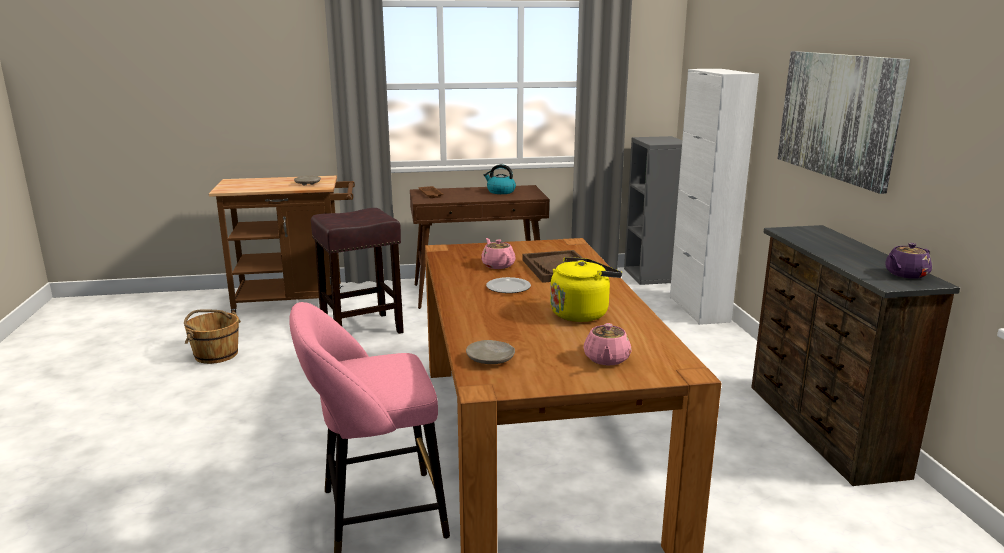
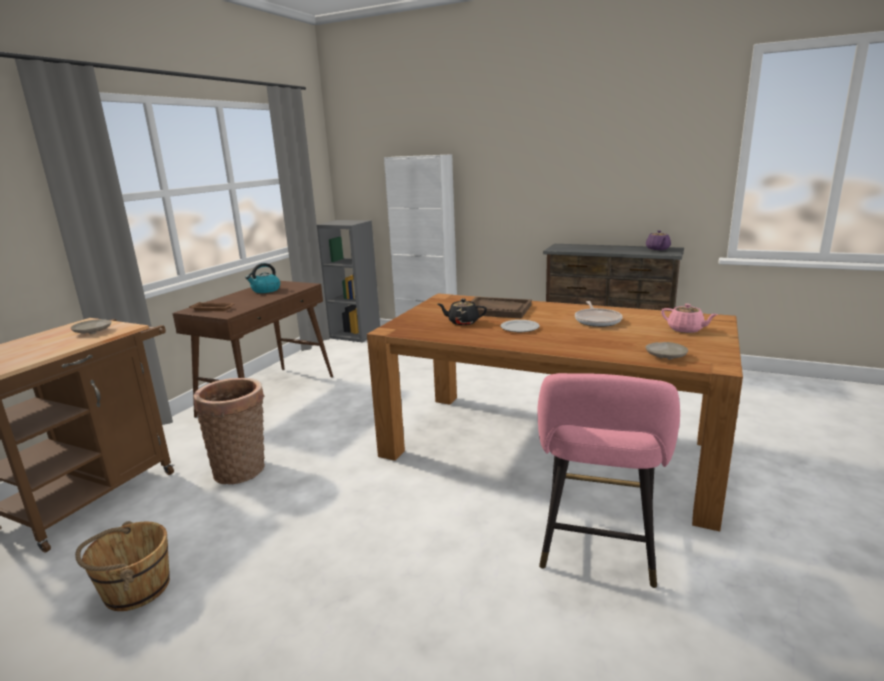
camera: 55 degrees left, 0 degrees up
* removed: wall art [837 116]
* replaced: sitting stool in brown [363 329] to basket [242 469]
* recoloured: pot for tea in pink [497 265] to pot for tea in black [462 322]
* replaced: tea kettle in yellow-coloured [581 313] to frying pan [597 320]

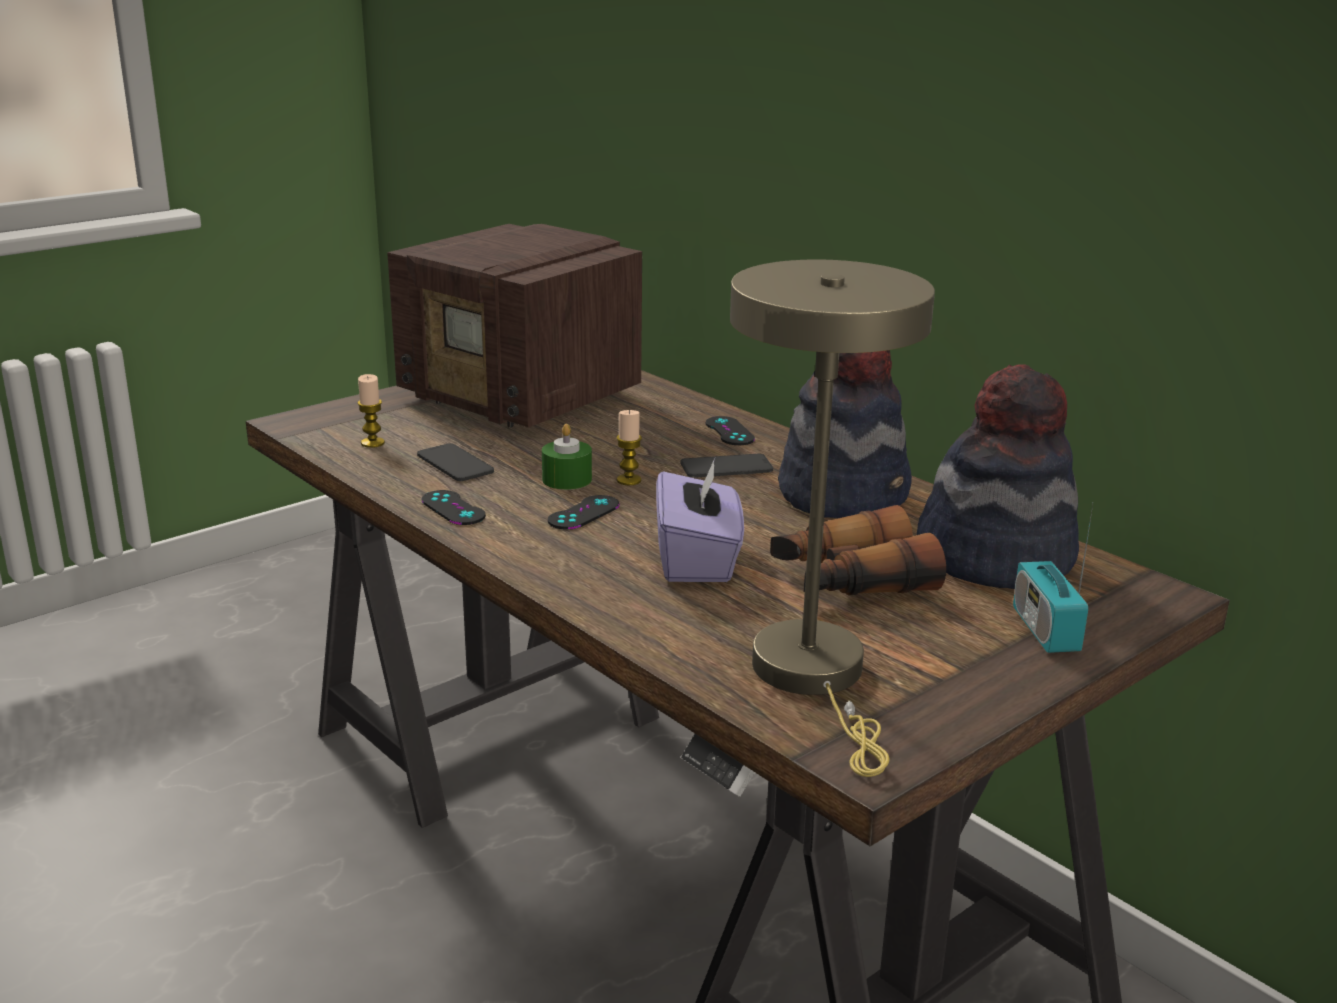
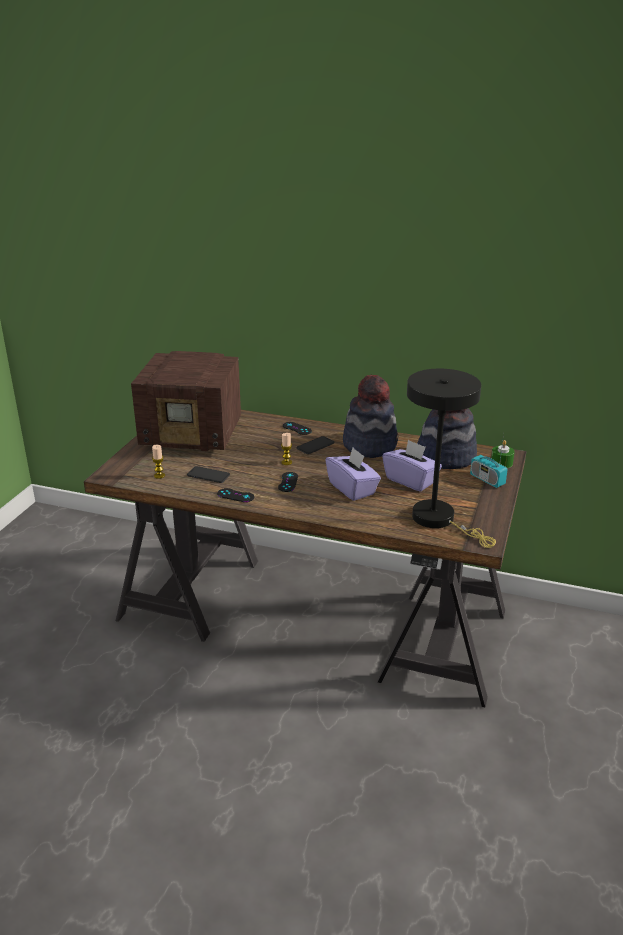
camera: 30 degrees left, 5 degrees up
* recoloured: tabletop lamp in beige [816 677] to tabletop lamp in black [440 520]
* moved: candle in green [567 479] to [501 463]
* replaced: field glasses [850 580] to box of tissues in purple-coloured [411 480]

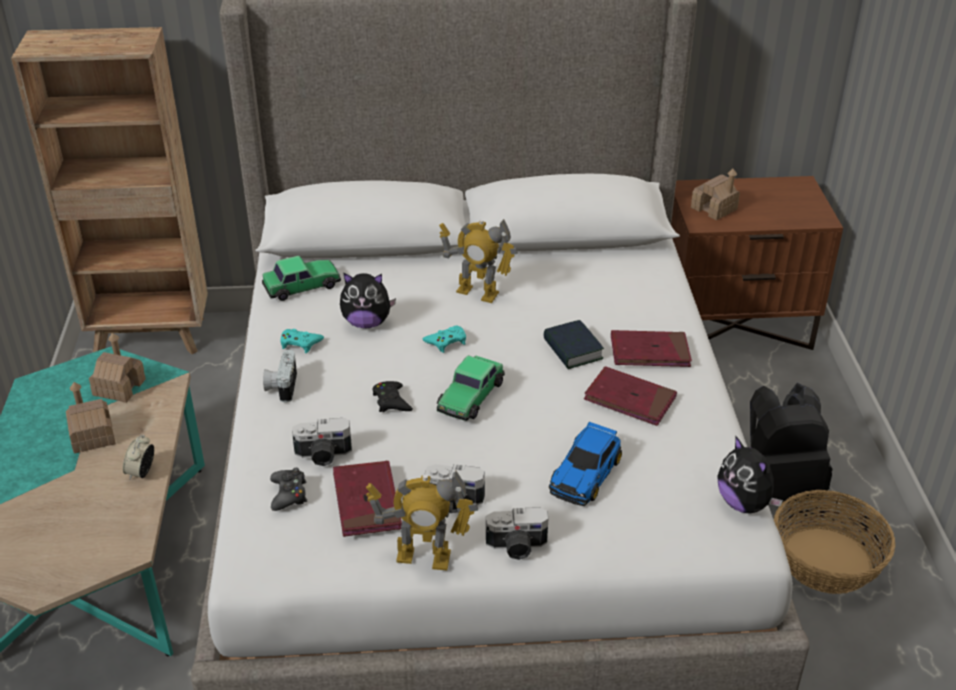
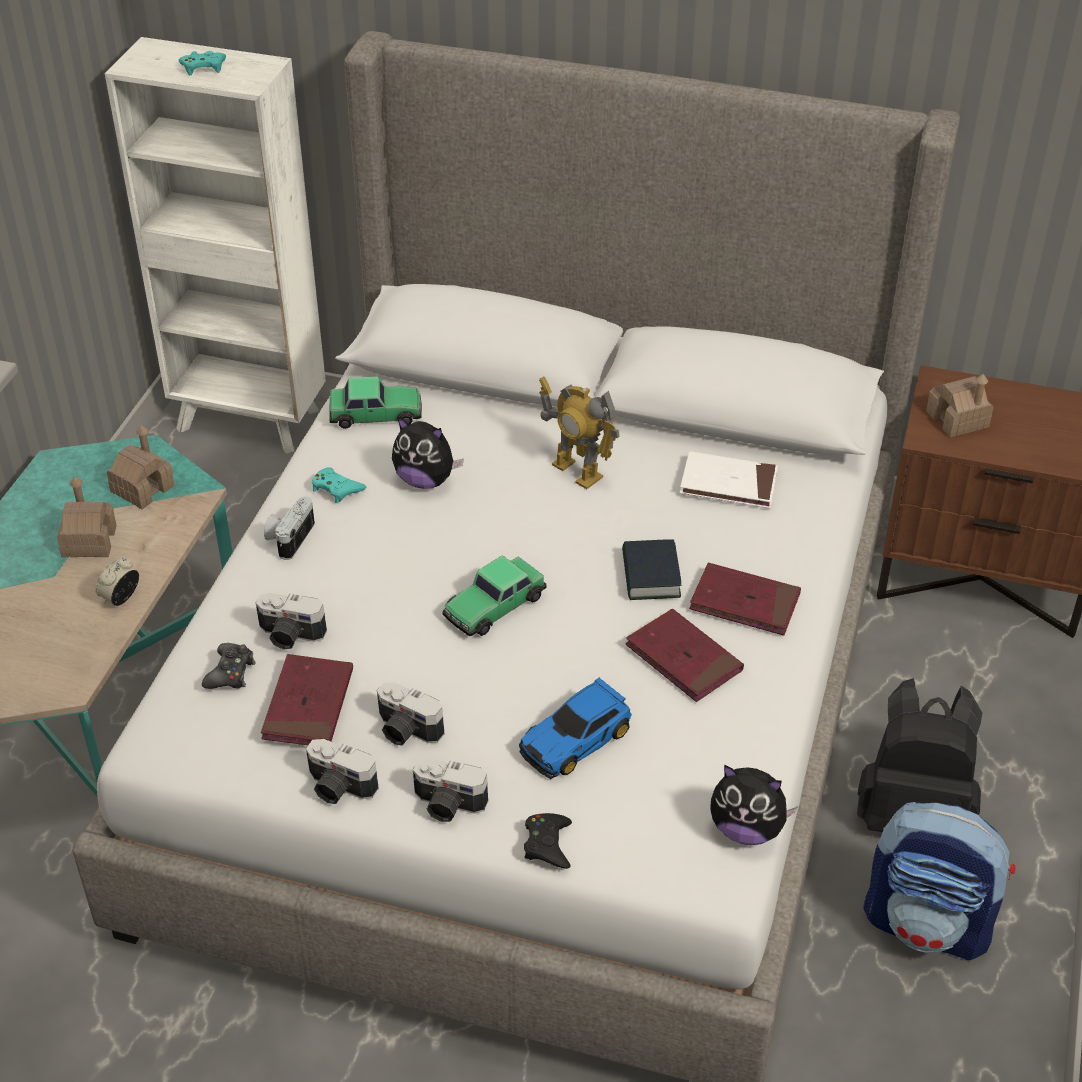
camera: 20 degrees right, 5 degrees up
* recoloured: bookshelf in brown [152 337] to bookshelf in white [251 420]
* moved: joypad in turquoise [446 341] to [203 67]
* moved: joypad in black [391 401] to [547 844]
* turned: plush toy [744 503] = [747 829] 60 degrees counterclockwise
* replaced: toy robot [423 557] to still camera [338 788]
* replaced: basket [826 560] to rucksack [928 924]
* added: bound book in white [728 484]

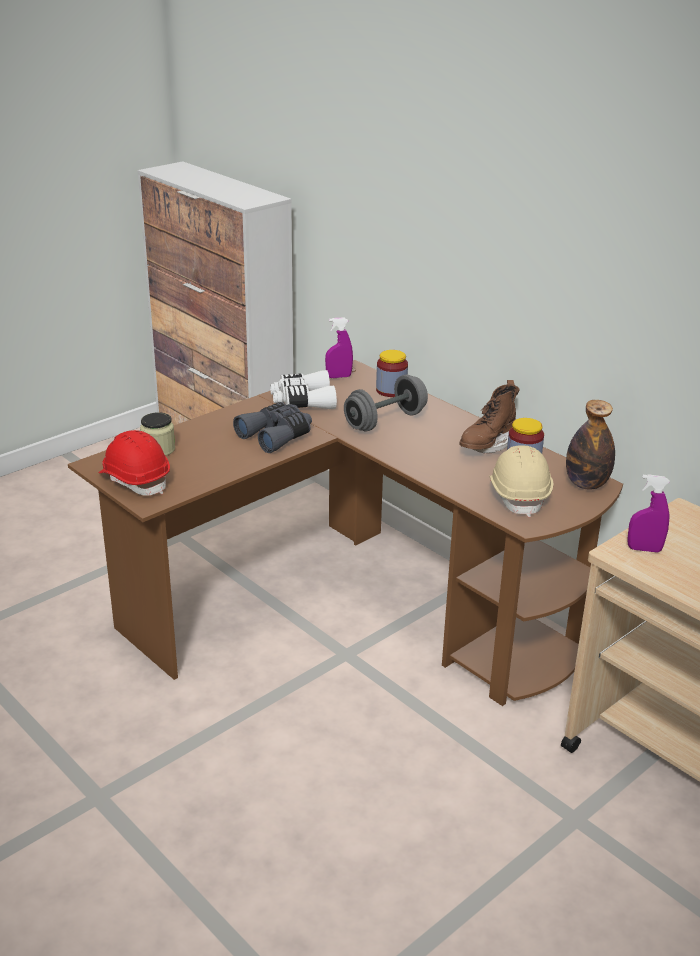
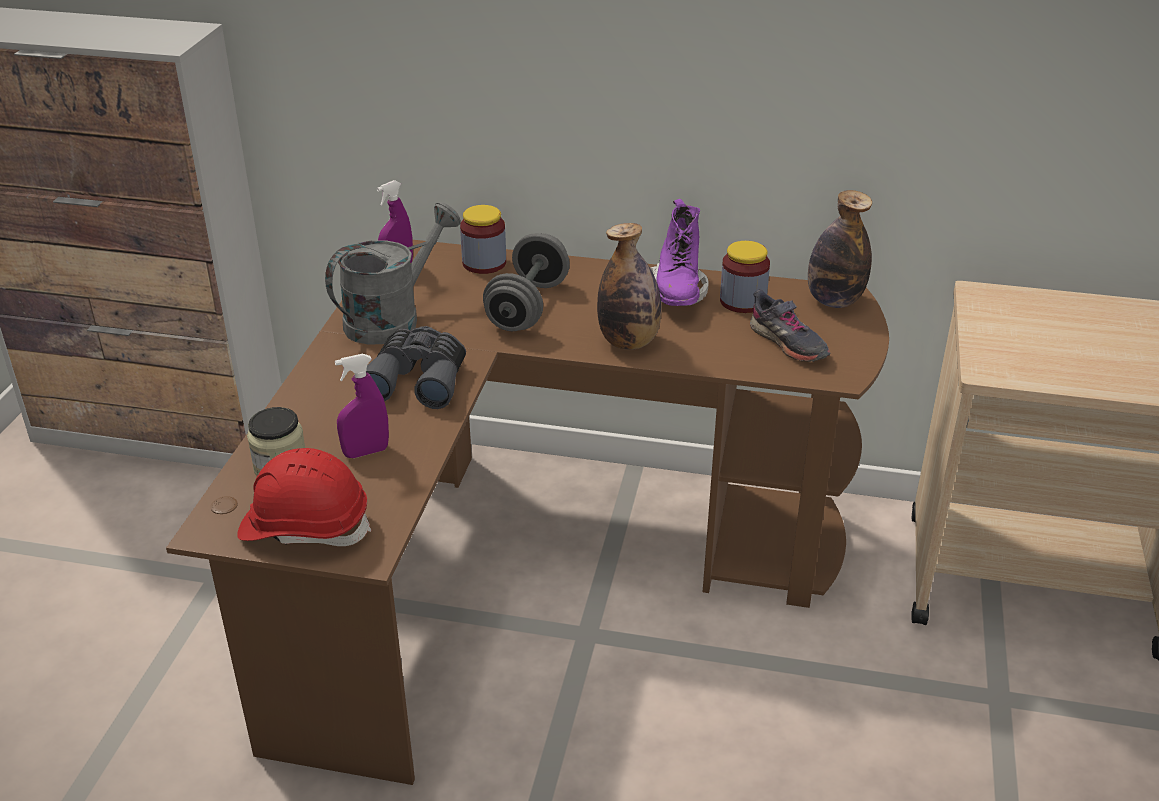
camera: 35 degrees left, 5 degrees up
* replaced: field glasses in white [302 401] to sprinkling can in gray [392 318]
* recoloured: tall boot in brown [487 445] to tall boot in purple-coloured [678 293]
* replaced: safety helmet in beige [519 495] to item of footwear in gray [787 343]
* moved: sprayer in purple-coloured [644 549] to [366 452]
* added: beverage bottle [629 342]

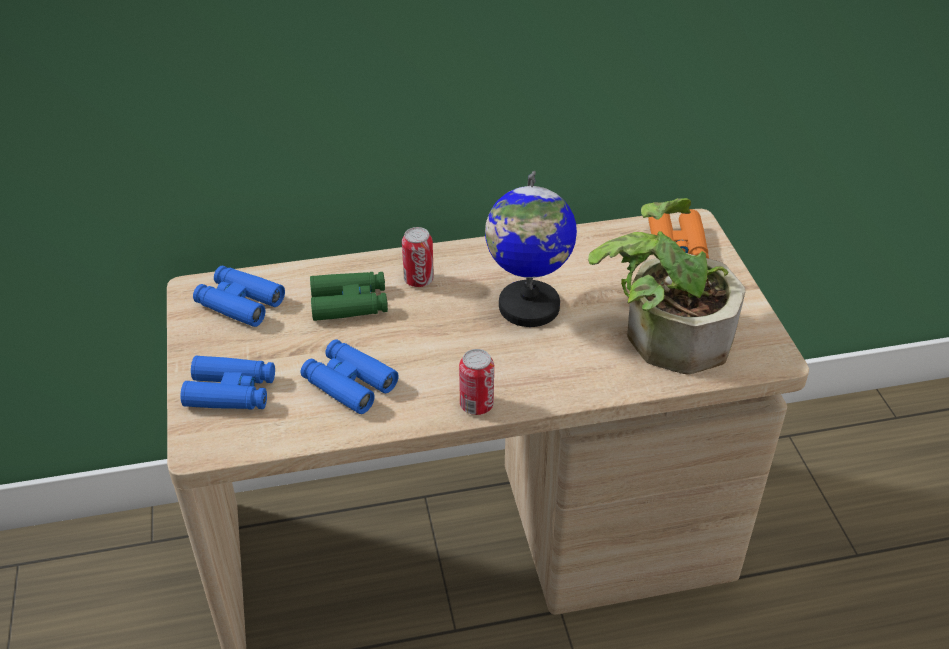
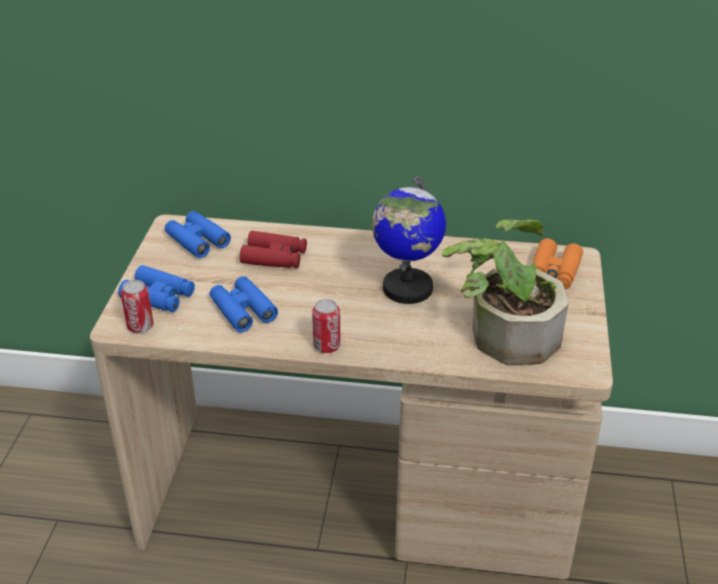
camera: 20 degrees right, 5 degrees down
* moved: sealed can [418 280] to [140 327]
* recoloured: field glasses in green [349 303] to field glasses in red-coloured [274 257]

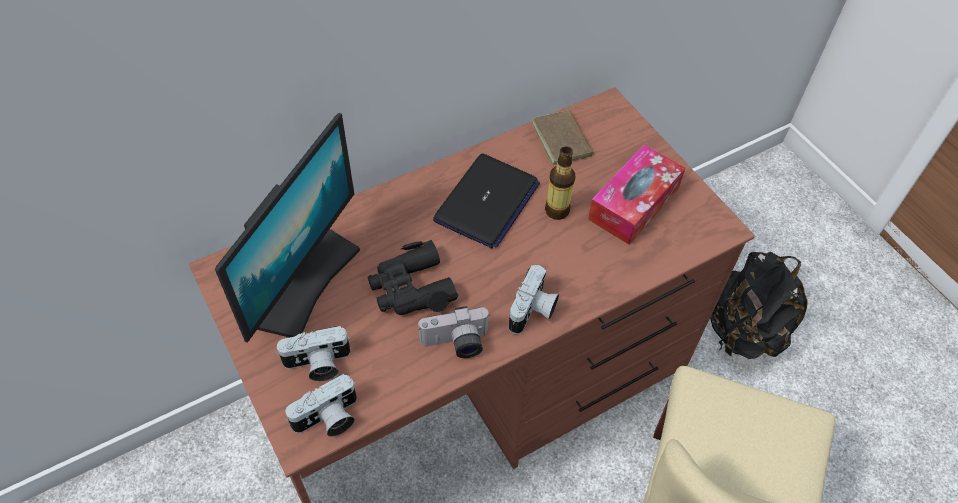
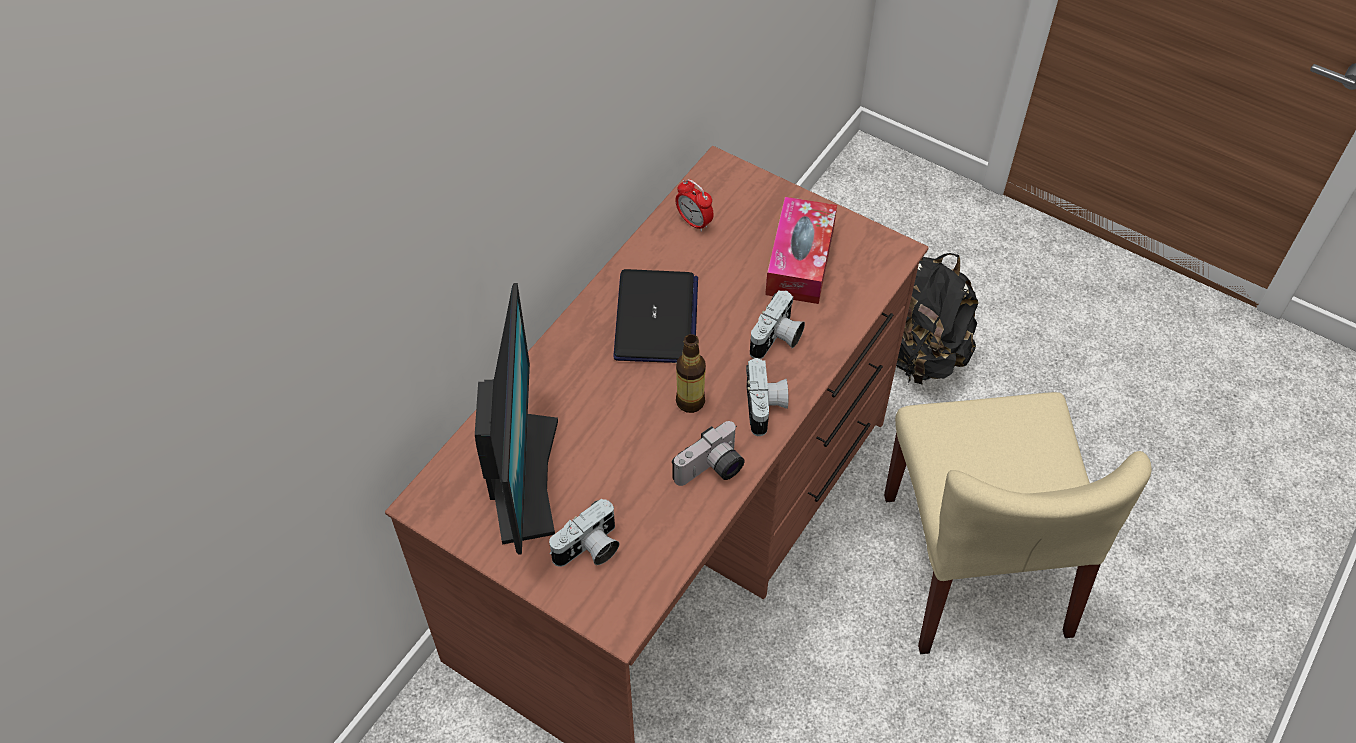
camera: 25 degrees left, 0 degrees up
* replaced: bound book in brown [564 139] to alarm clock [694 222]
* moved: beverage bottle [557 210] to [690 401]
* removed: field glasses in black [411 288]
* moved: still camera [328 419] to [777 339]

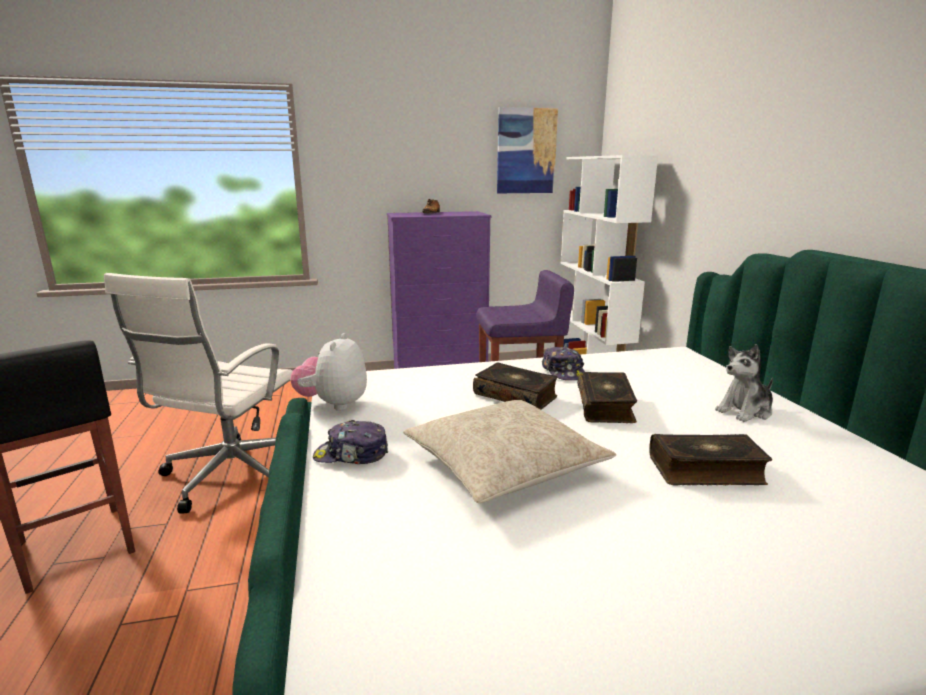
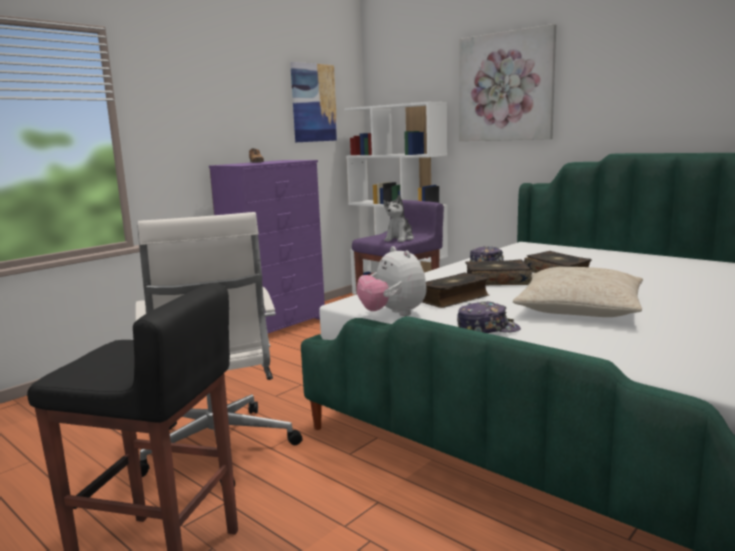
camera: 35 degrees left, 5 degrees down
* moved: plush toy [745 411] to [399 239]
* turned: baseball cap [351 455] = [487 329] 150 degrees counterclockwise
* moved: bound book [706 470] to [453 298]
* added: wall art [505 87]

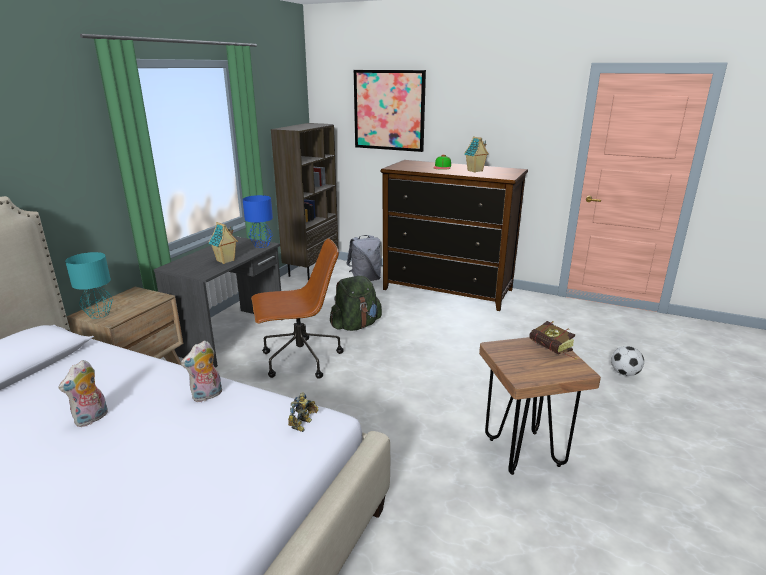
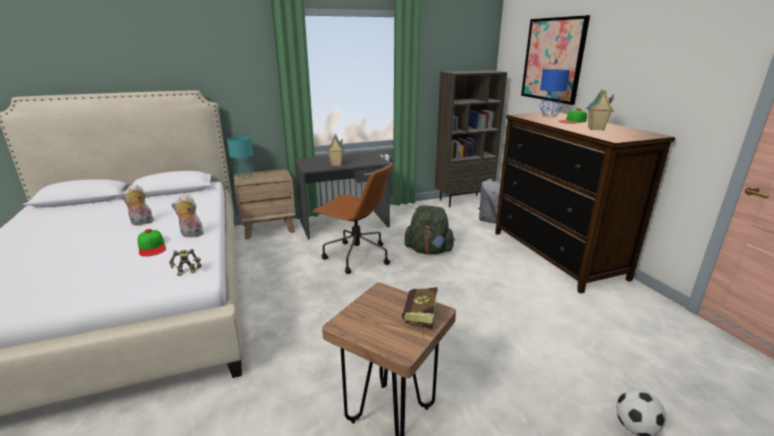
camera: 45 degrees right, 0 degrees up
* moved: tabletop lamp in blue [261 245] to [549 116]
* added: baseball cap [152 247]

